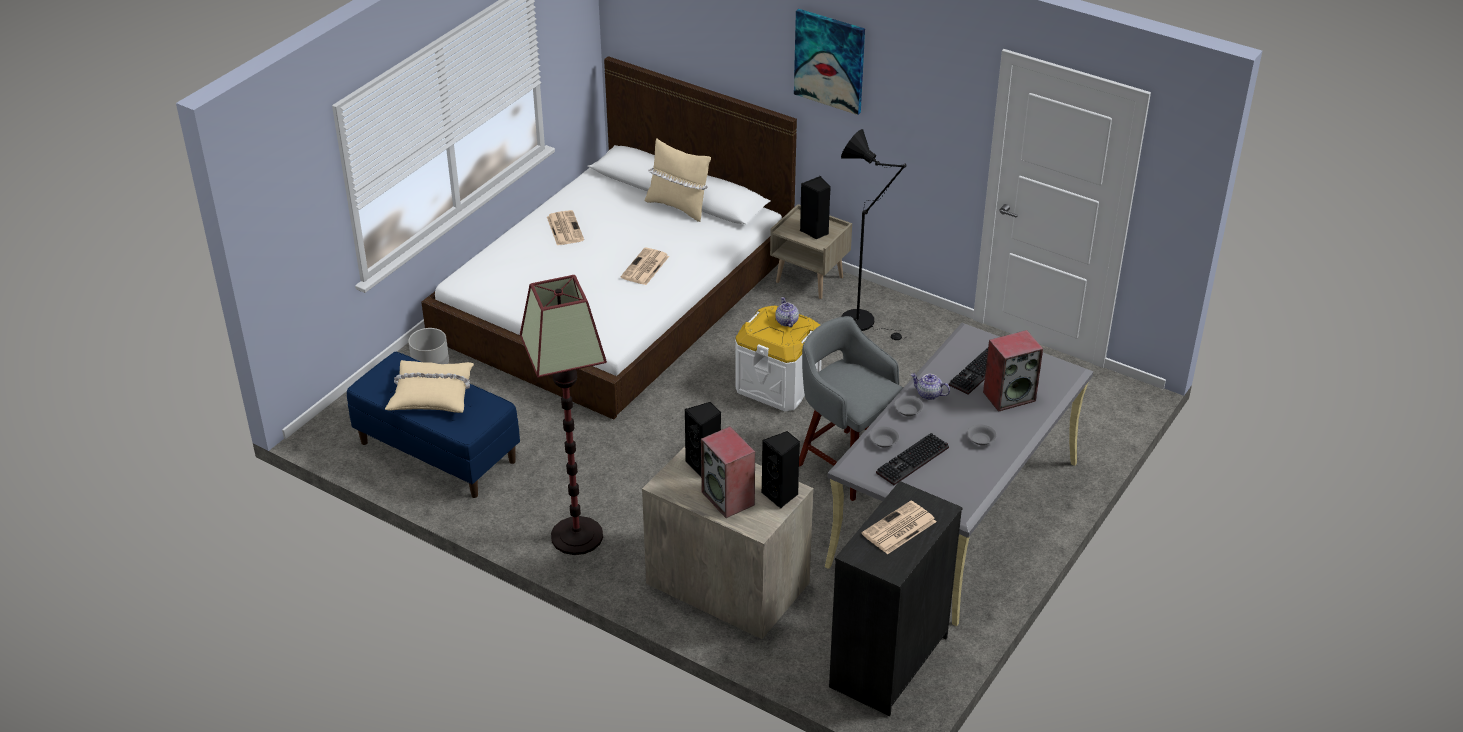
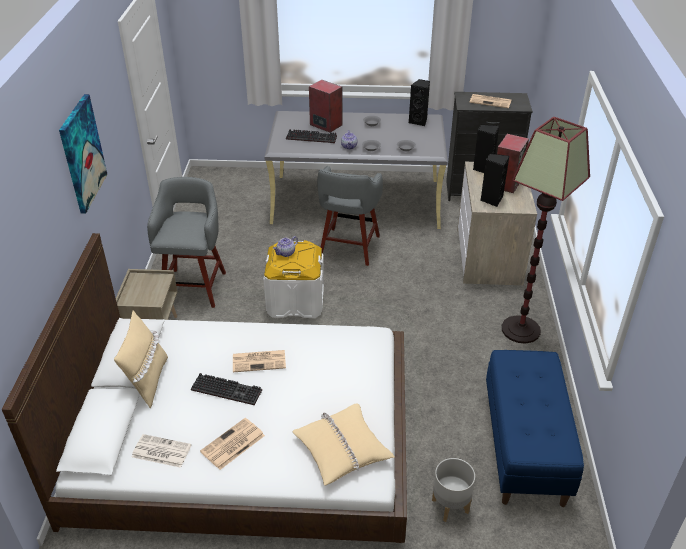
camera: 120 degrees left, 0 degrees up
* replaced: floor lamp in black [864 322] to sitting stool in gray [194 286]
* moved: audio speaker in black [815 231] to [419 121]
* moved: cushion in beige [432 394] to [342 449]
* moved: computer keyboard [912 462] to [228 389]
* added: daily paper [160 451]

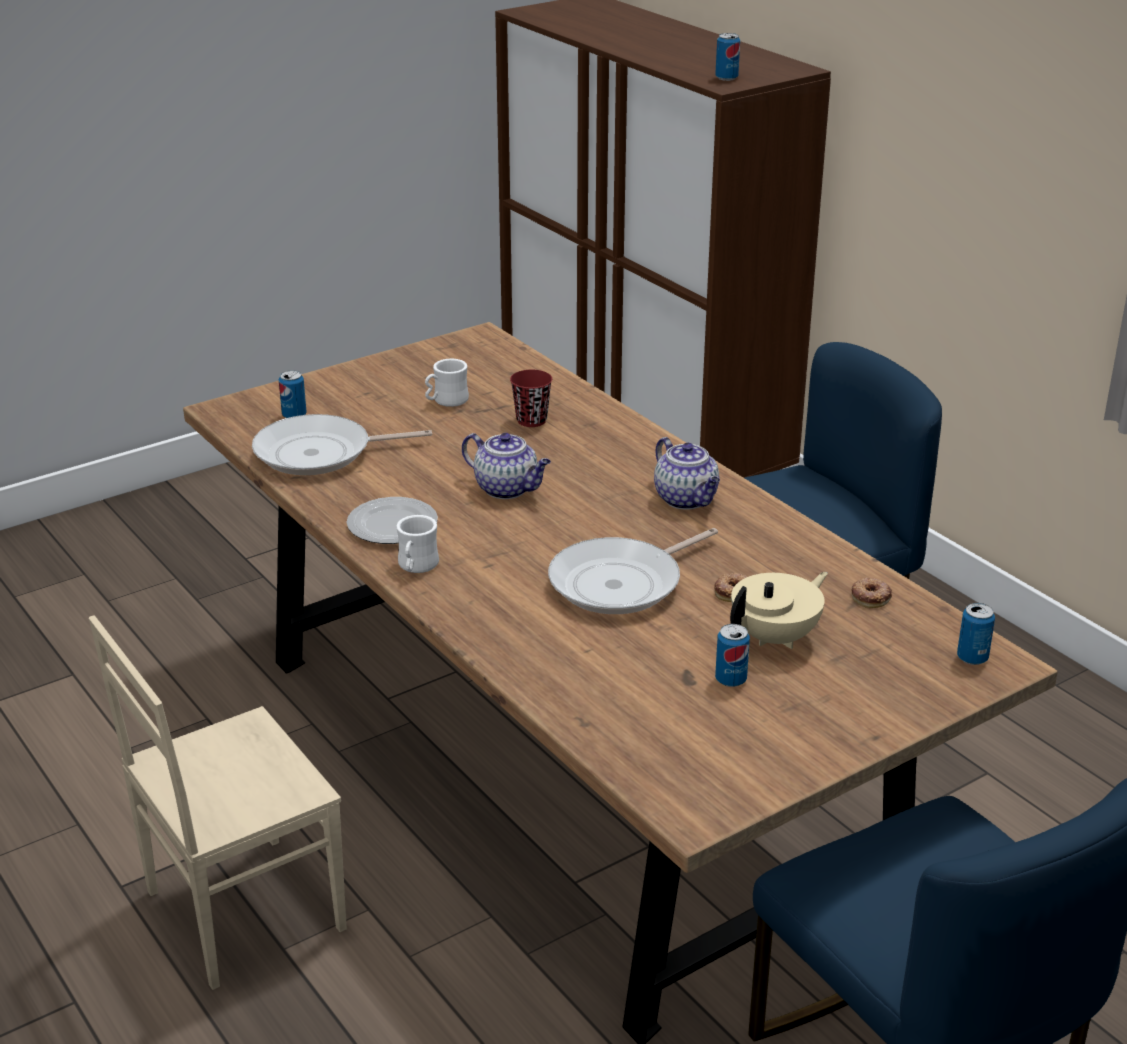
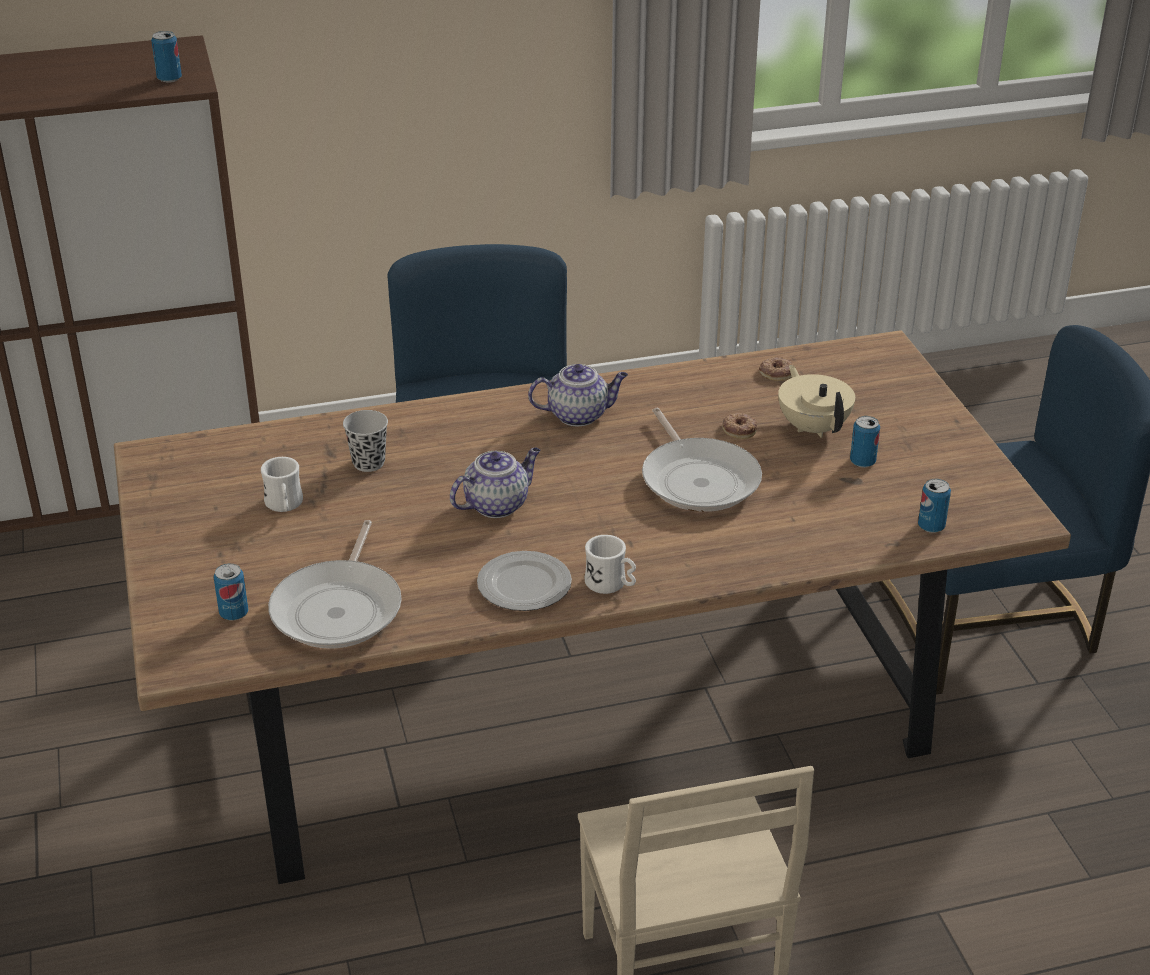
camera: 70 degrees left, 5 degrees up
* recoloured: drinking cup in red-coloured [531 420] to drinking cup in black [368 463]
* moved: sealed can [972 658] to [931 526]

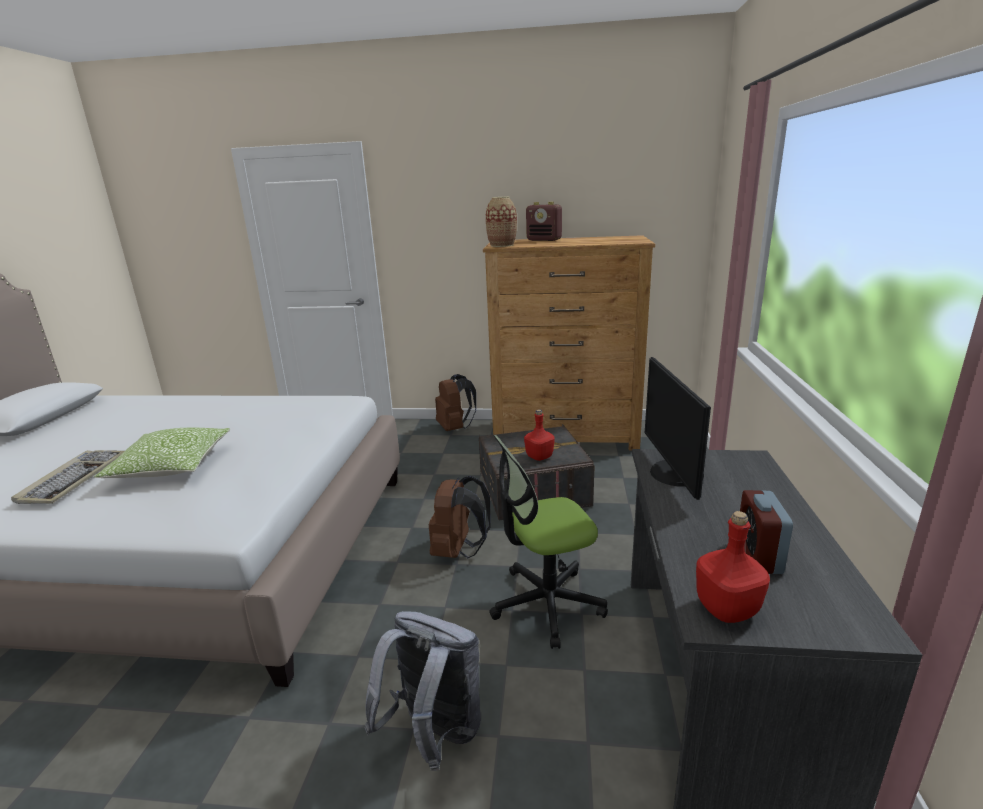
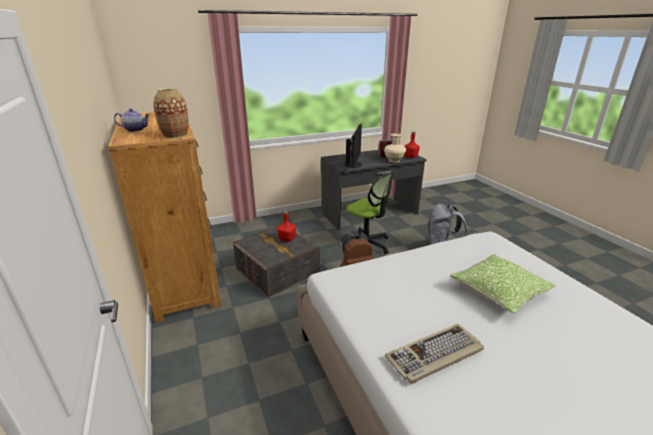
camera: 120 degrees left, 5 degrees up
* replaced: radio [544 240] to pot for tea [135 129]
* turned: computer screen [673 474] = [354 165] 45 degrees counterclockwise
* removed: rucksack in brown [455 428]
* moved: computer keyboard [73 479] to [435 355]
* added: decorative vase in beige [394 160]

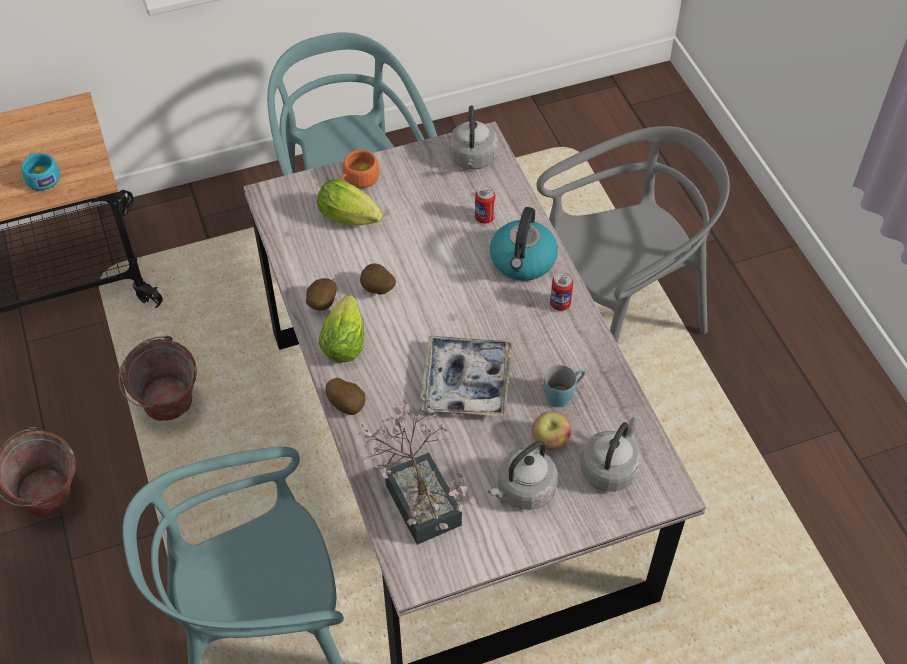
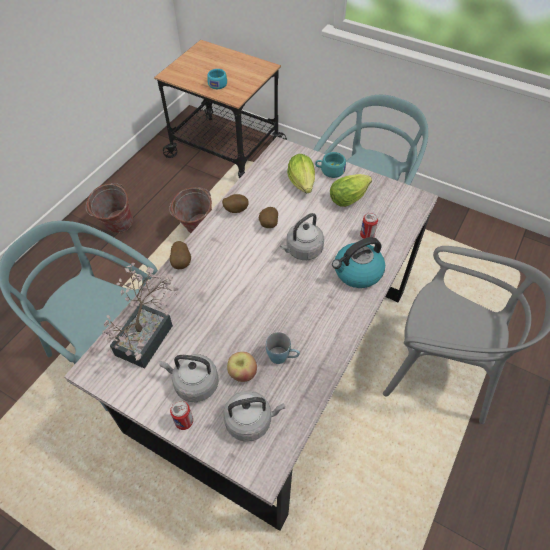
camera: 50 degrees right, 0 degrees up
* moved: tea kettle in gray [473 159] to [302 250]
* recoloured: drinking cup in orange [357 179] to drinking cup in turquoise [329 170]
* moved: sealed can [560 304] to [184 421]
* moved: lettuce [345 340] to [350 197]
* removed: carrying tray [466 382]

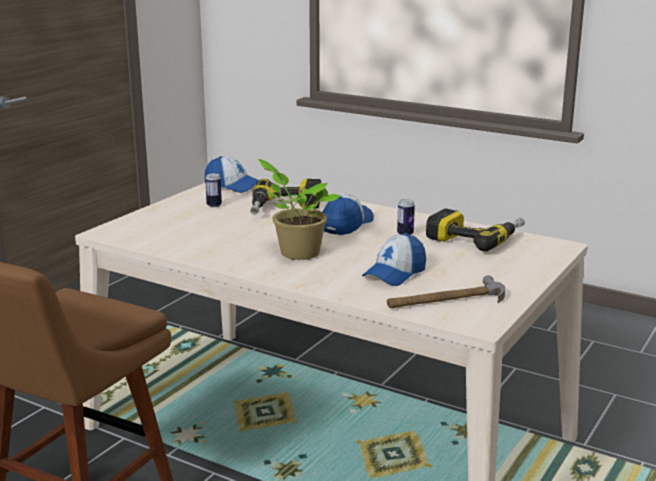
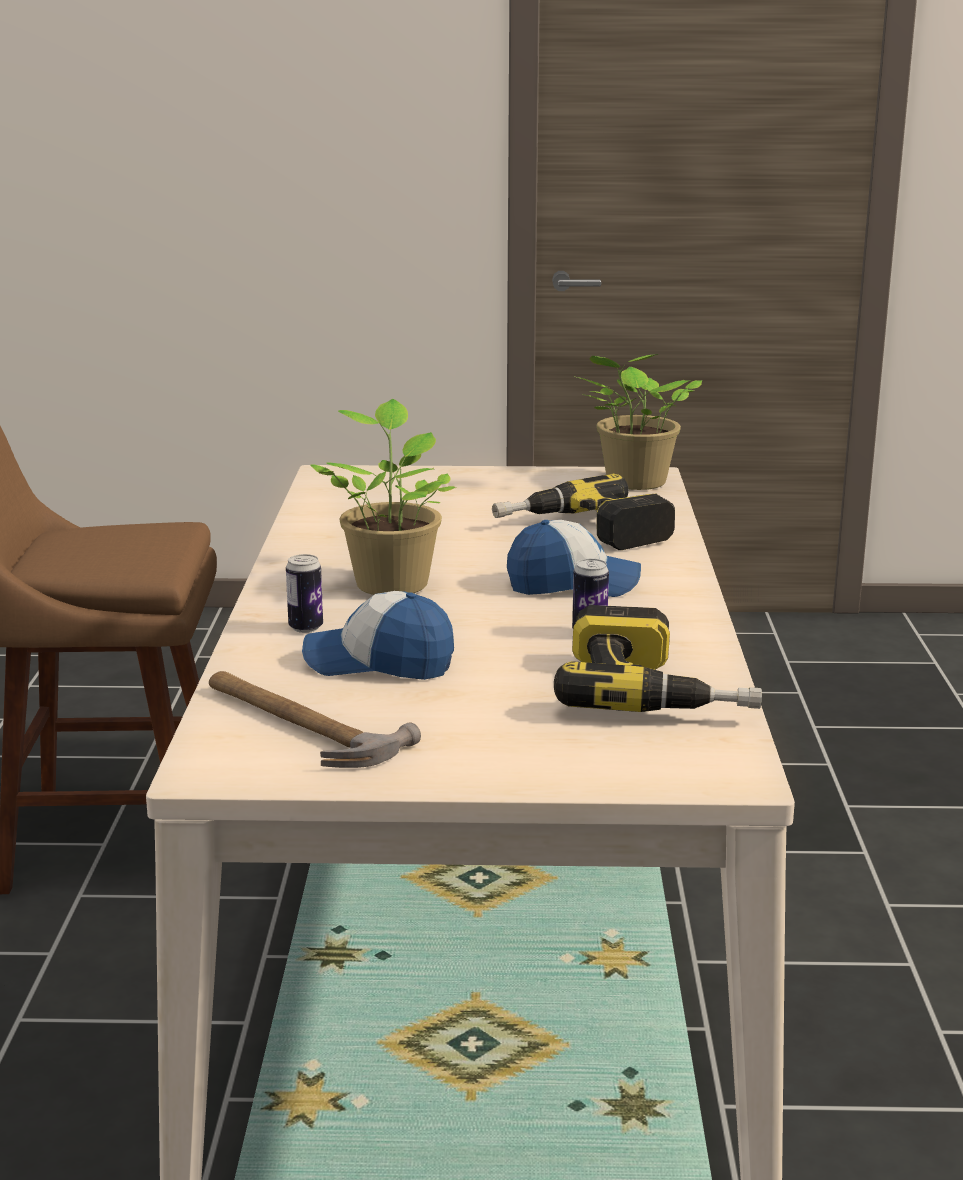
camera: 60 degrees right, 0 degrees up
* replaced: baseball cap [232 186] to houseplant [633 483]
* moved: sealed can [214 205] to [306 628]

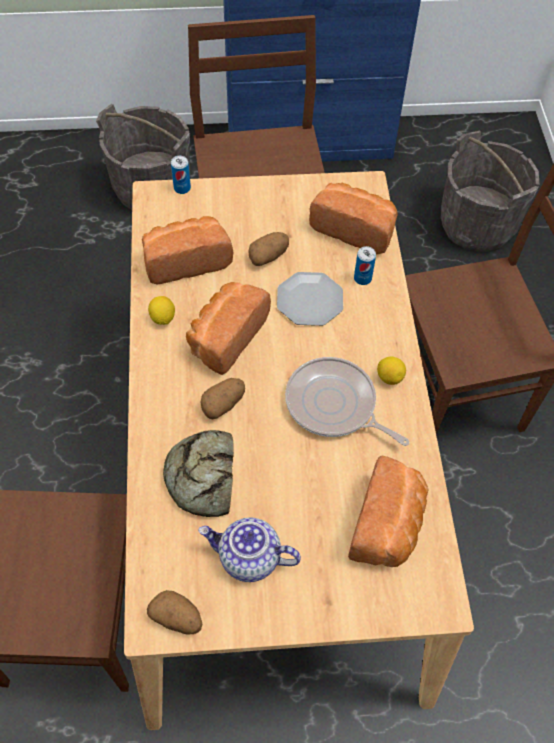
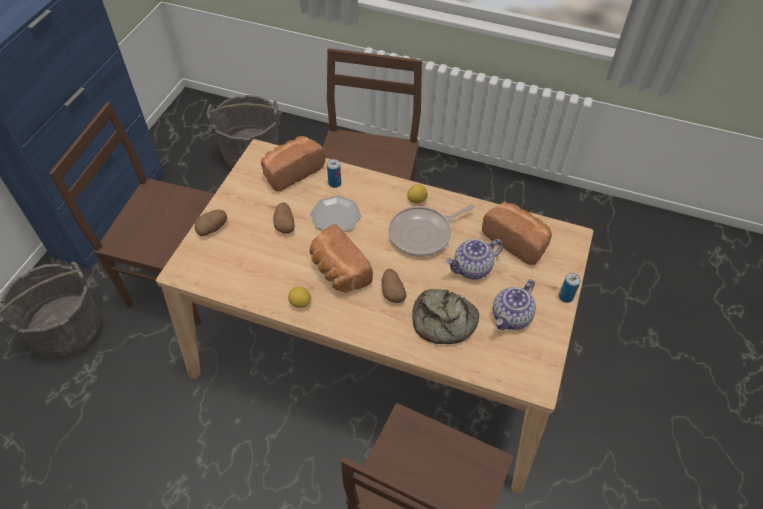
camera: 65 degrees left, 5 degrees down
* moved: sealed can [182 188] to [565 297]
* removed: bakery bread [186 260]
* moved: whole potato [177 618] to [212 228]
* added: pot for tea [472 268]

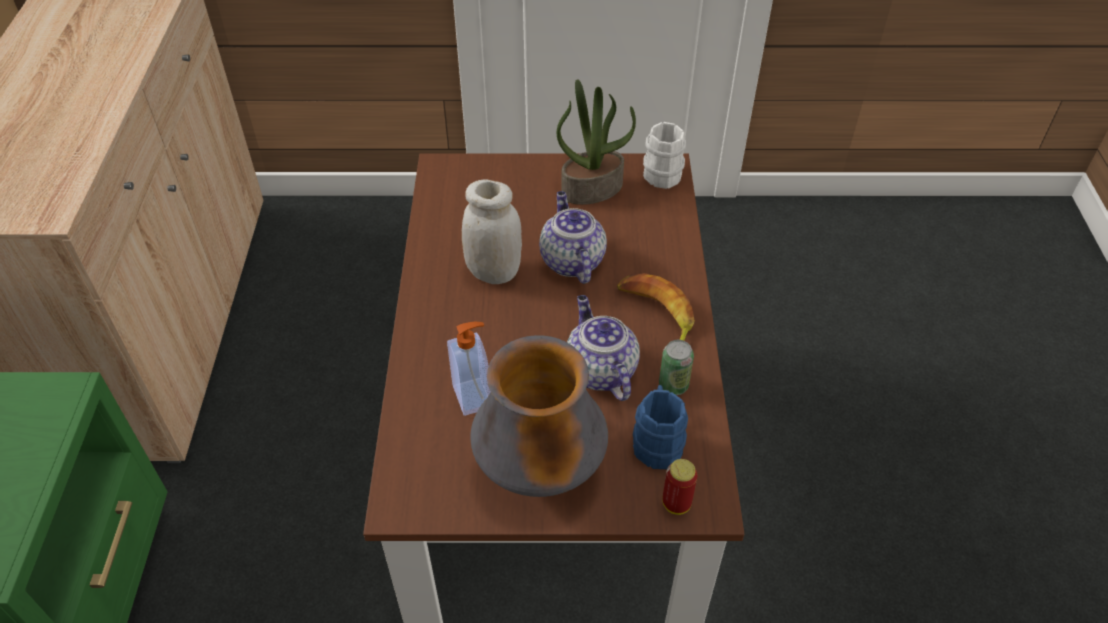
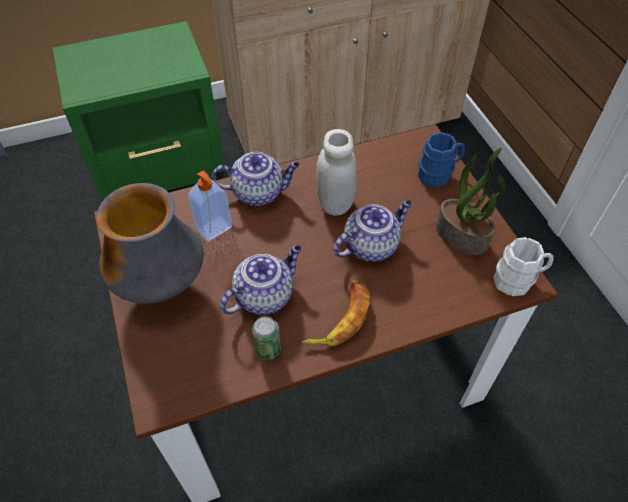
camera: 70 degrees right, 5 degrees up
* moved: tea mug in blue [657 441] to [438 174]
* removed: sealed can [676 503]
* added: pot for tea [259 192]

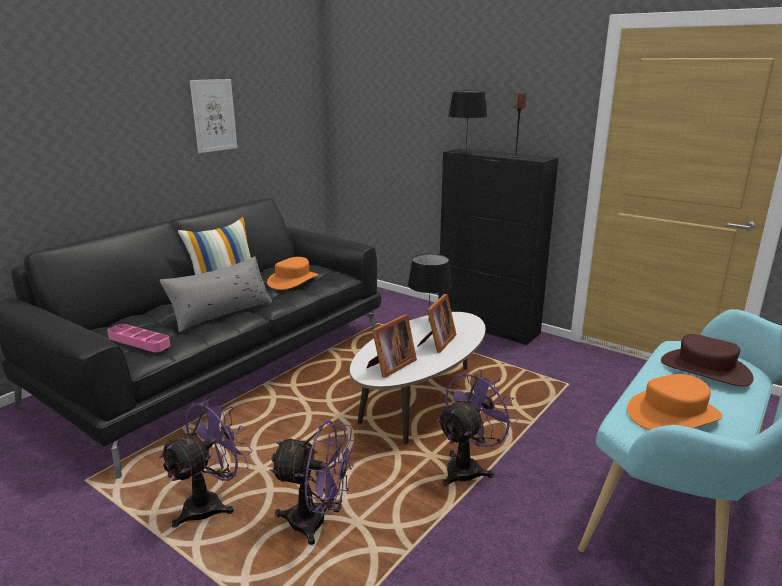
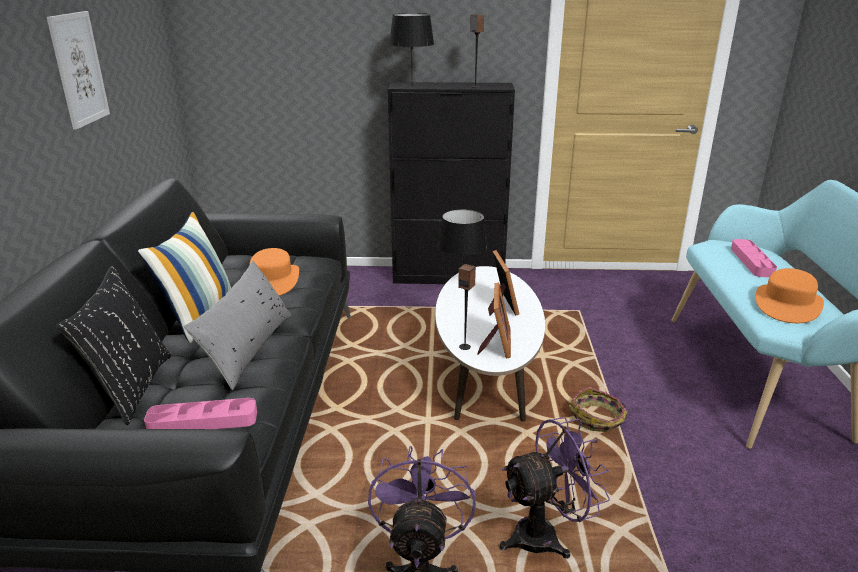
camera: 35 degrees left, 5 degrees up
* replaced: wearable hat in brown [705 369] to carrying tray in pink [751 261]
* replaced: cooling fan in purple-coloured [468 467] to basket [597 419]
* added: audio speaker [465 347]
* added: cushion in black [131 388]

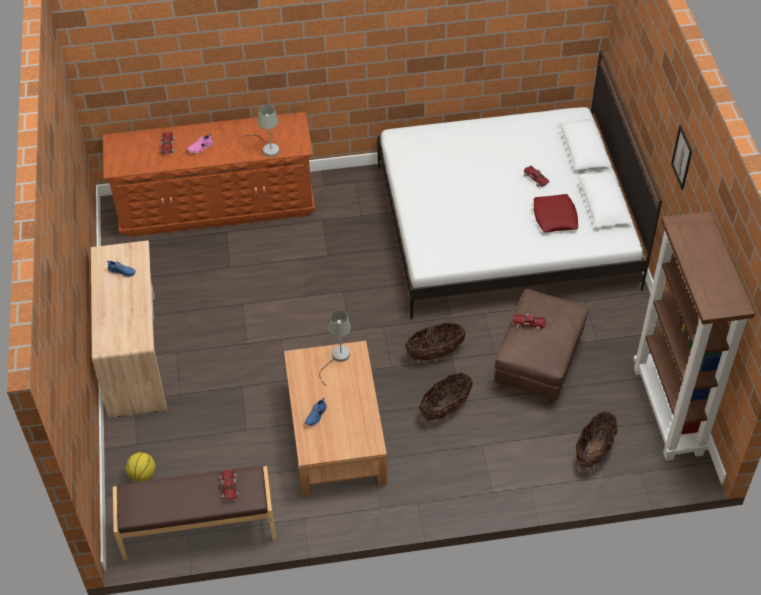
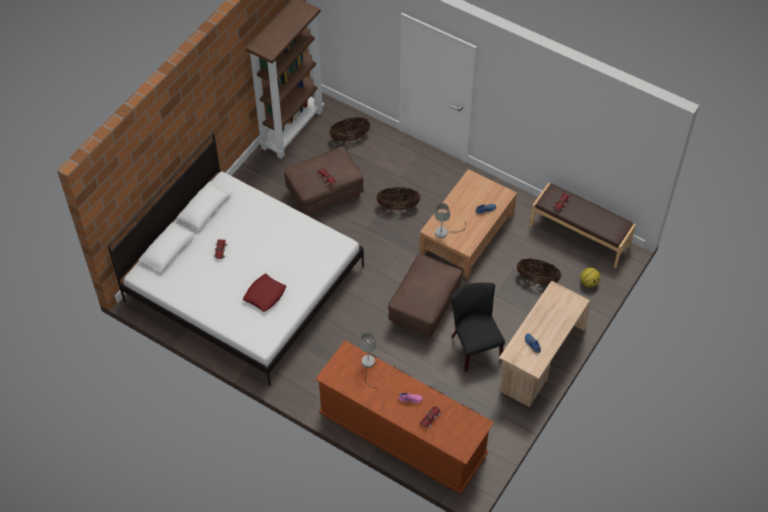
camera: 140 degrees left, 5 degrees up
* removed: wall art [682 157]
* moved: cushion in red-coloured [555 217] to [265 295]
* moved: basket [435 353] to [537 279]
* added: footrest in brown [424 308]
* added: chair in black [474 345]

